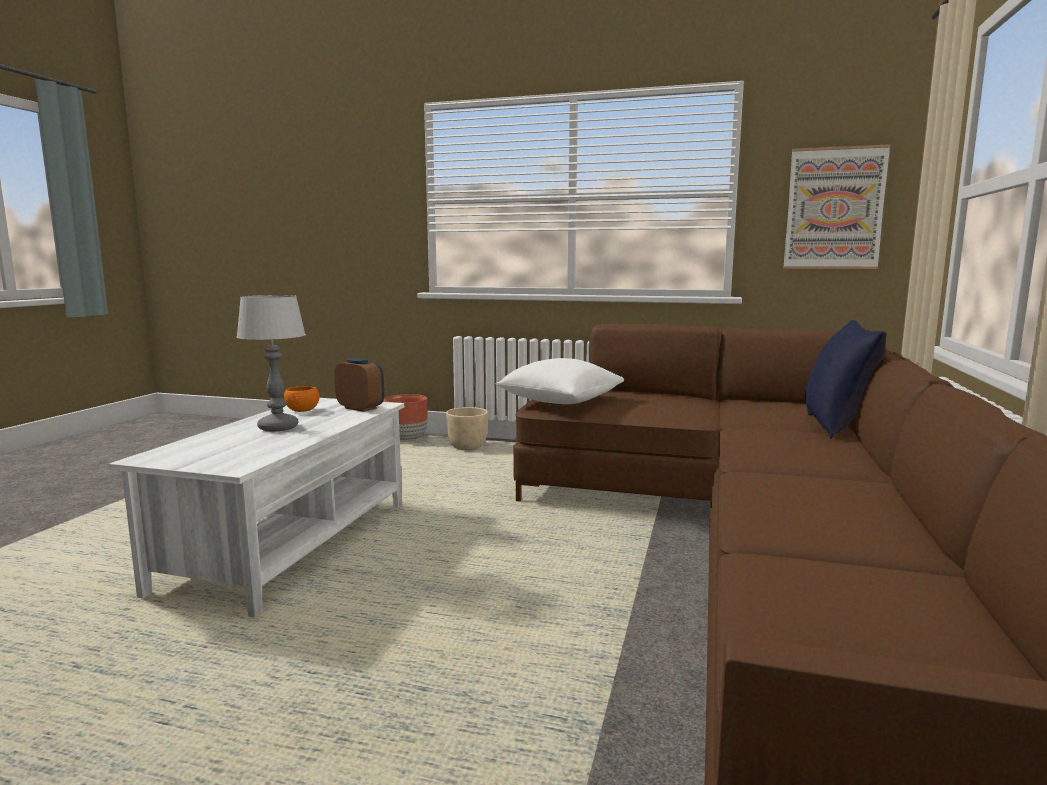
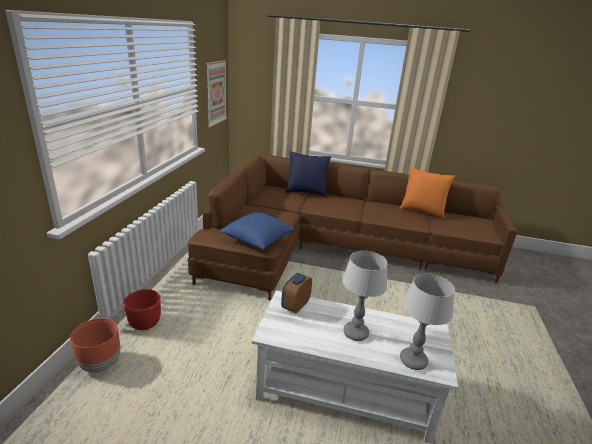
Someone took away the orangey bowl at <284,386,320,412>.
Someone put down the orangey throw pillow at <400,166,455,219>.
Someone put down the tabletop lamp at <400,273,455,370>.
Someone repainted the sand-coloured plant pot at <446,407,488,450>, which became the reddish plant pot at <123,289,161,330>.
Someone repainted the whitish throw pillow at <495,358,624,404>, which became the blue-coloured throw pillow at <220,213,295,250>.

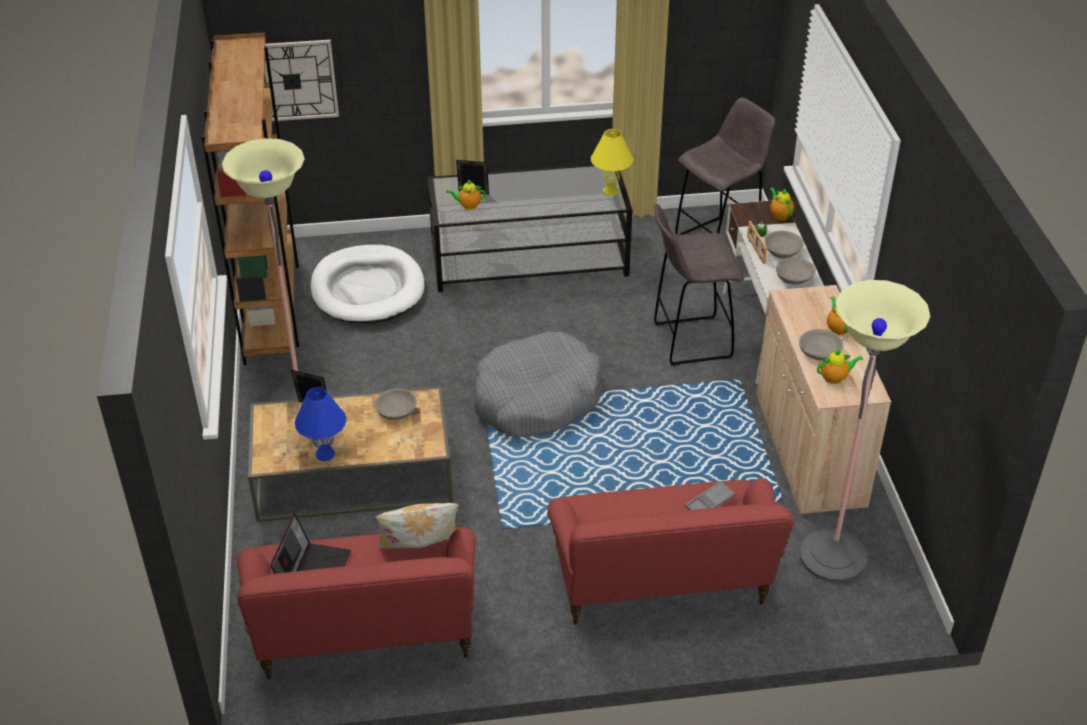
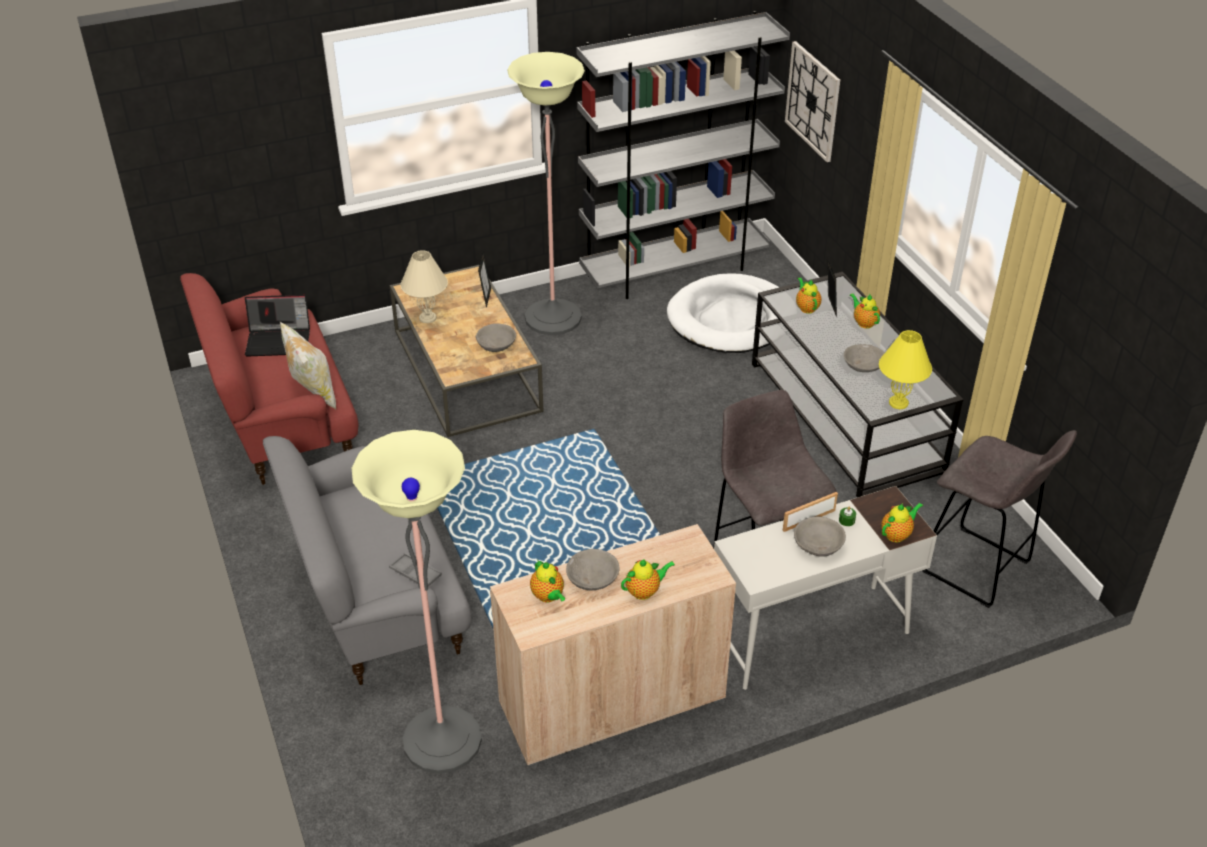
Someone took away the greyish dog bed at <475,332,603,437>.
Someone put down the pot for tea at <850,293,880,329>.
Someone carried the greyish bowl from <776,257,816,284> to <844,344,885,372>.
Someone repainted the brownish shelving unit at <201,33,299,365>, which became the greyish shelving unit at <576,11,790,299>.
Someone repainted the blue-coloured tabletop lamp at <295,387,346,461>, which became the sand-coloured tabletop lamp at <401,250,448,323>.
Someone repainted the reddish settee at <547,478,793,624>, which became the greyish settee at <263,436,471,685>.

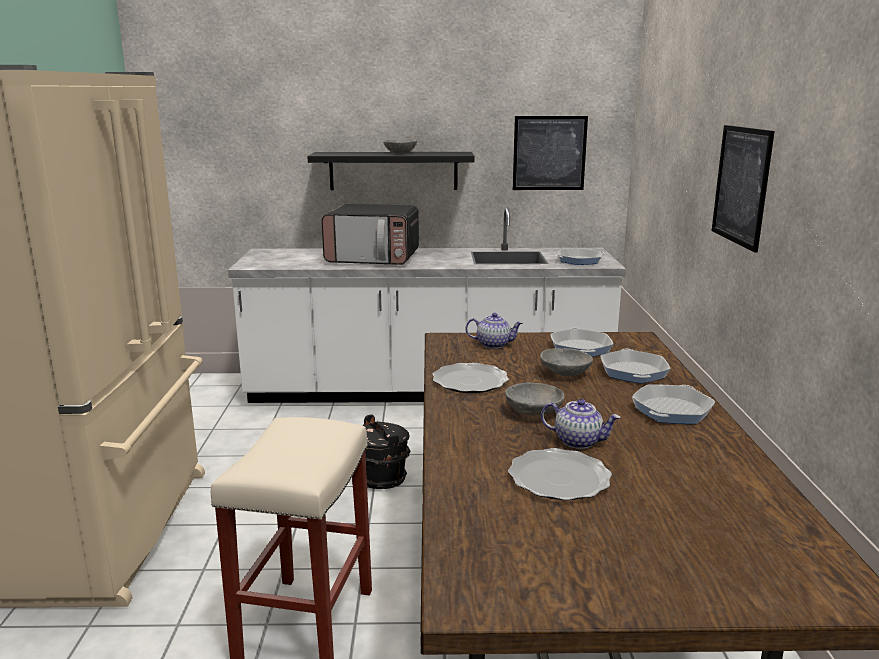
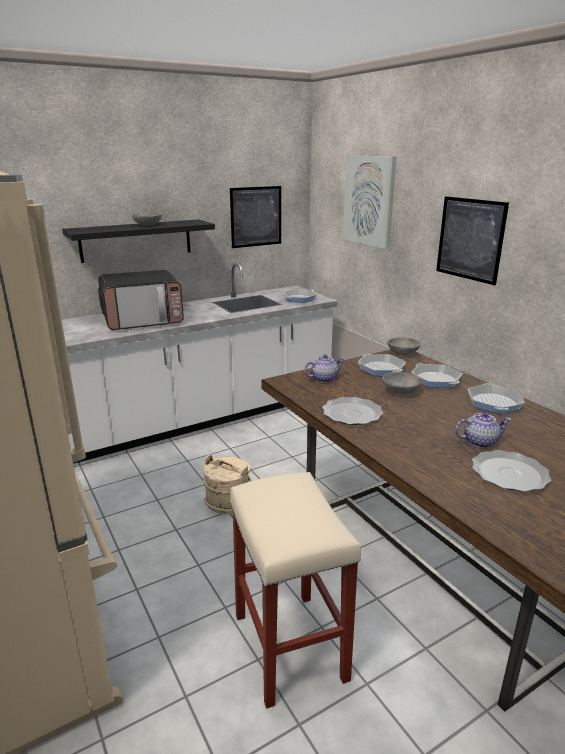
Someone put up the wall picture at <343,155,396,249>.
Someone carried the greyish bowl from <505,382,565,416> to <387,338,421,355>.
Someone repainted the black pail at <362,415,410,489>, which became the sand-coloured pail at <203,454,251,514>.

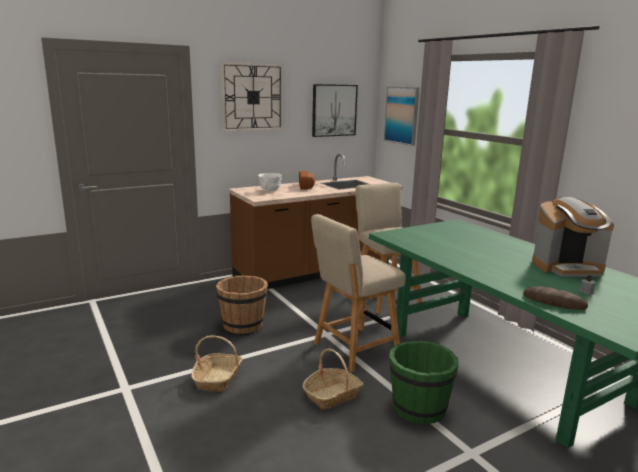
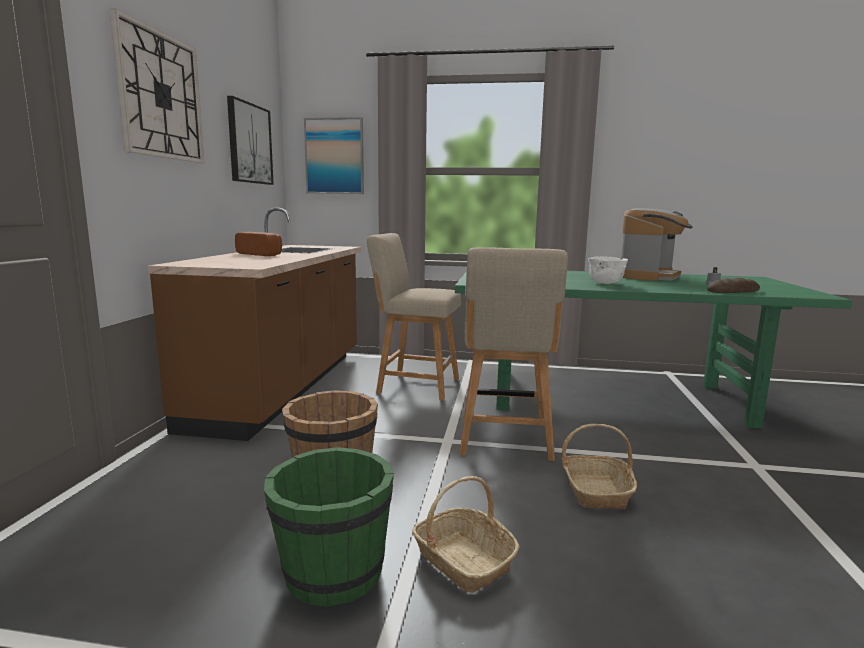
Someone carried the whitish bowl from <258,173,282,191> to <588,256,628,284>.
Someone carried the greenish pail from <389,341,459,424> to <264,447,394,607>.

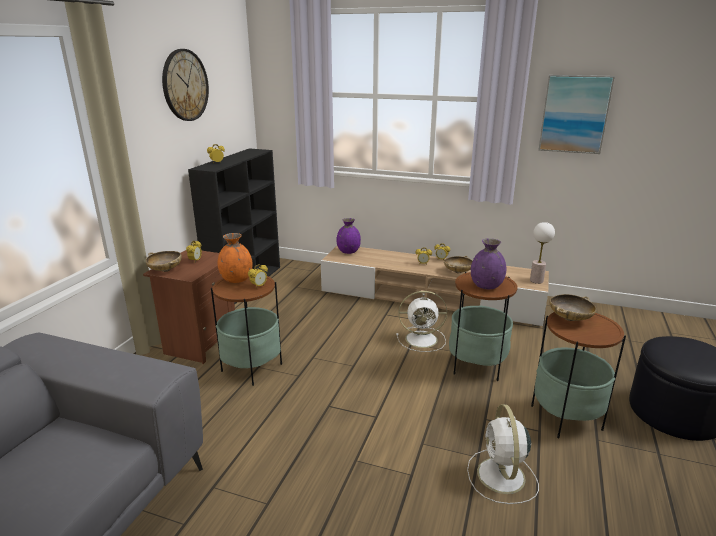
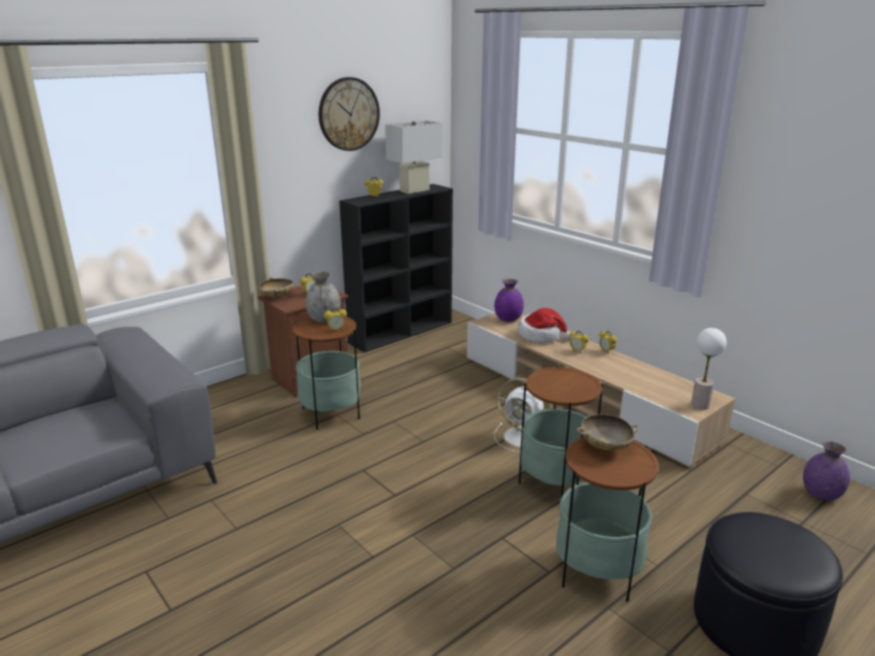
Someone took away the sand-coloured bowl at <444,256,472,273>.
Someone took away the whitish fan at <467,404,539,504>.
Someone took away the wall picture at <538,75,615,154>.
Someone put down the whitish tabletop lamp at <385,120,442,194>.
Someone put down the hat at <518,308,573,343>.
Someone carried the purple flower vase from <471,238,506,289> to <803,441,850,501>.
Someone repainted the orangey flower vase at <218,233,253,283>, which became the greyish flower vase at <305,271,341,322>.

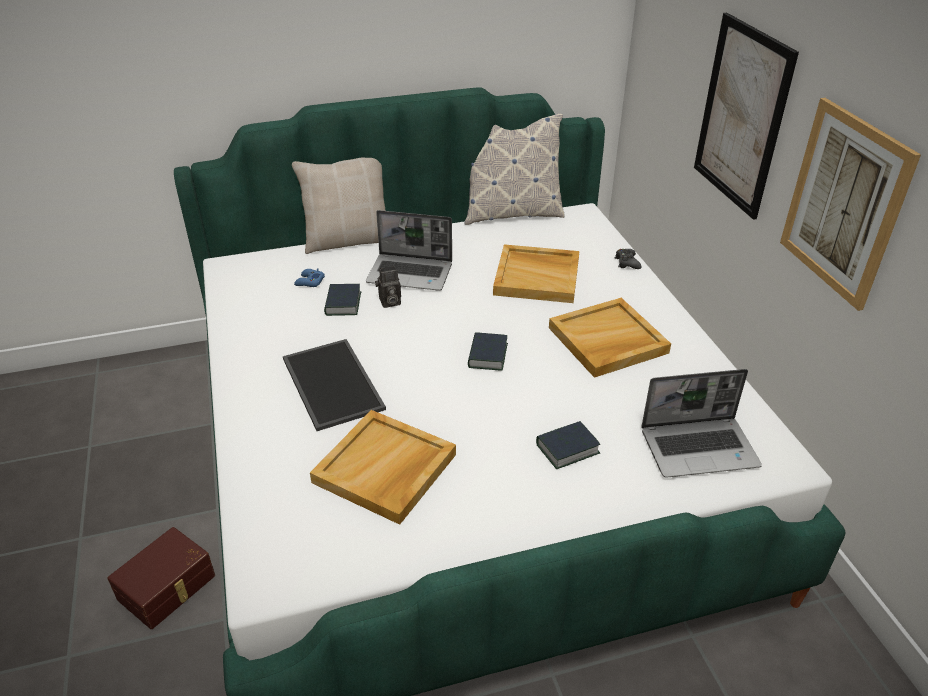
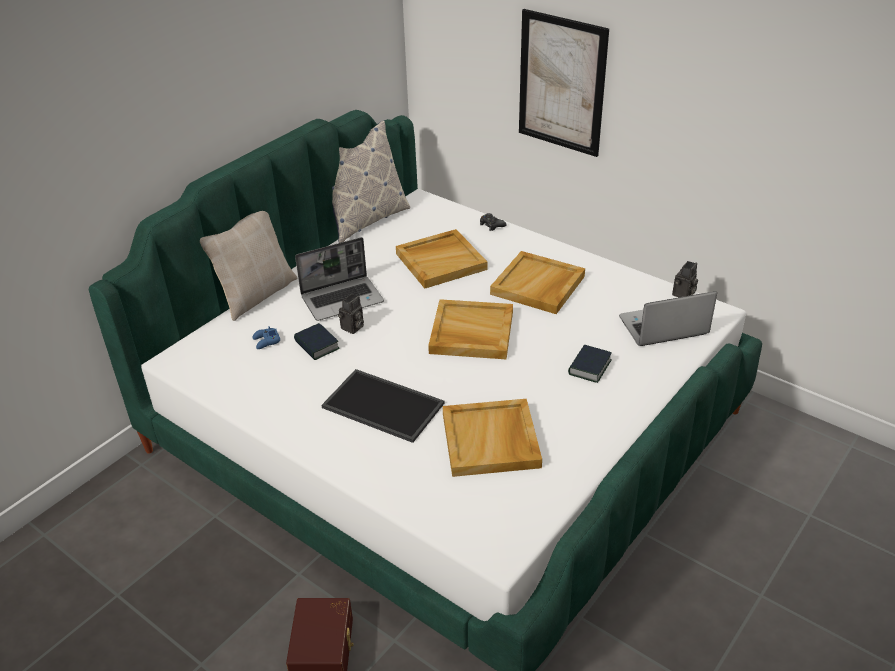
Someone took away the wall picture at <780,98,921,311>.
Someone put down the still camera at <672,261,698,297>.
Someone swapped the bound book at <468,332,508,371> for the sand-coloured serving tray at <428,299,513,359>.
Someone rotated the laptop at <641,369,762,478> by 150 degrees counterclockwise.

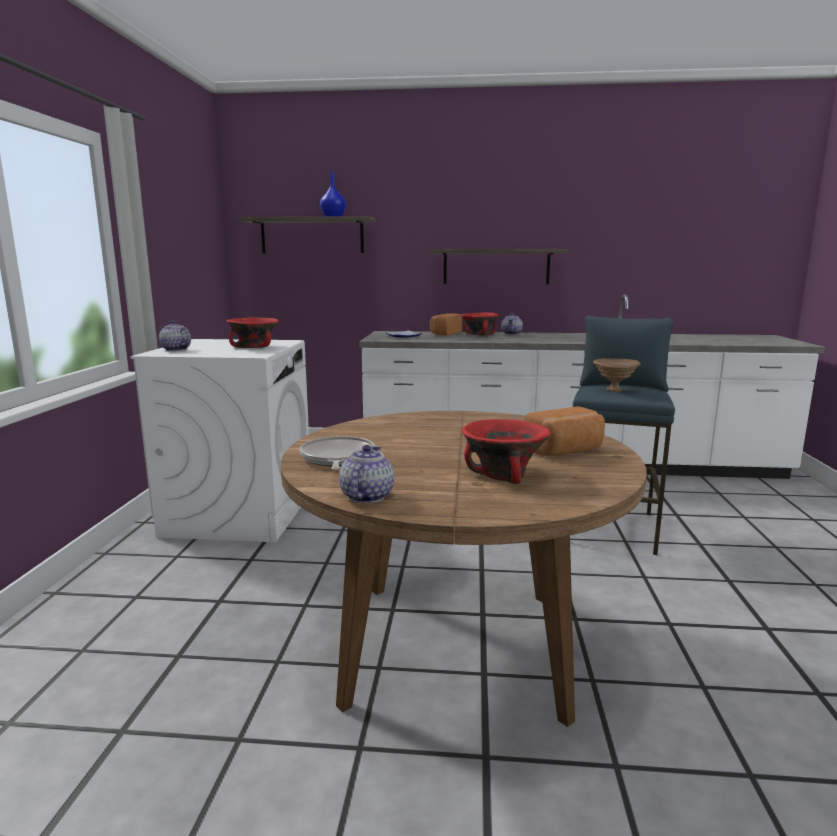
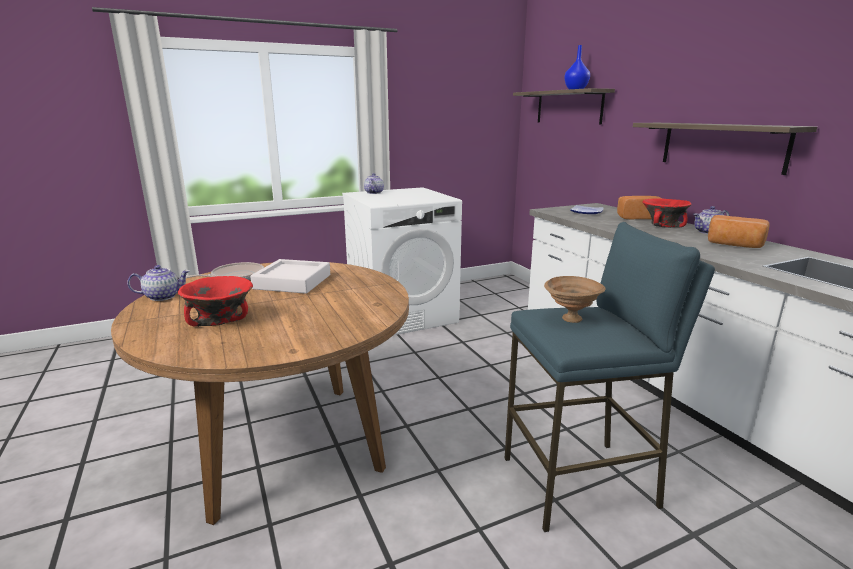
Someone took away the reddish bowl at <227,317,279,348>.
Someone put down the whitish serving tray at <250,259,330,294>.
Someone carried the bread from <523,406,605,456> to <708,215,769,248>.

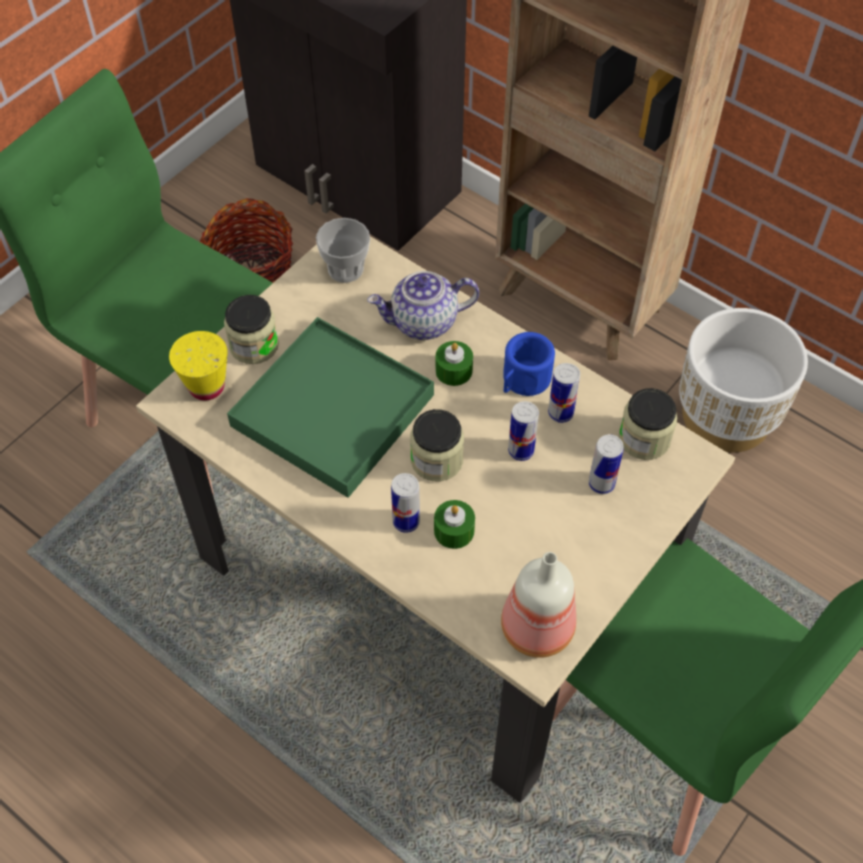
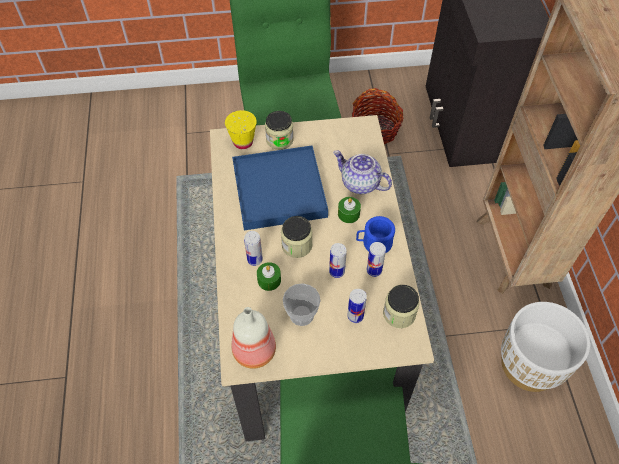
Someone carried the cup from <316,218,370,283> to <283,283,321,326>.
Someone repainted the greenish serving tray at <227,317,434,498>, which became the blue-coloured serving tray at <232,146,328,231>.

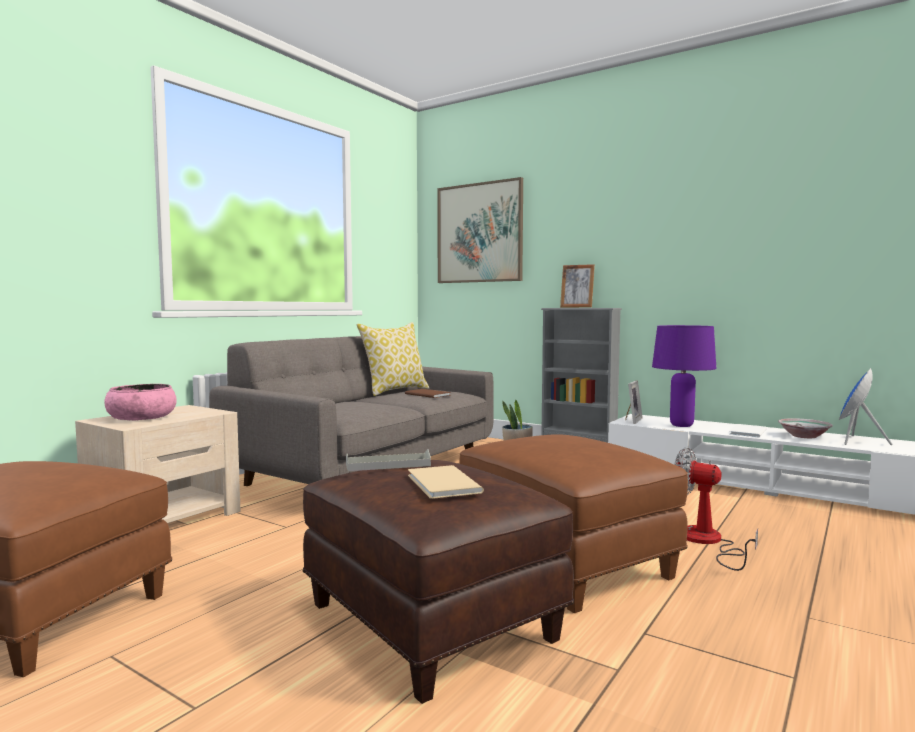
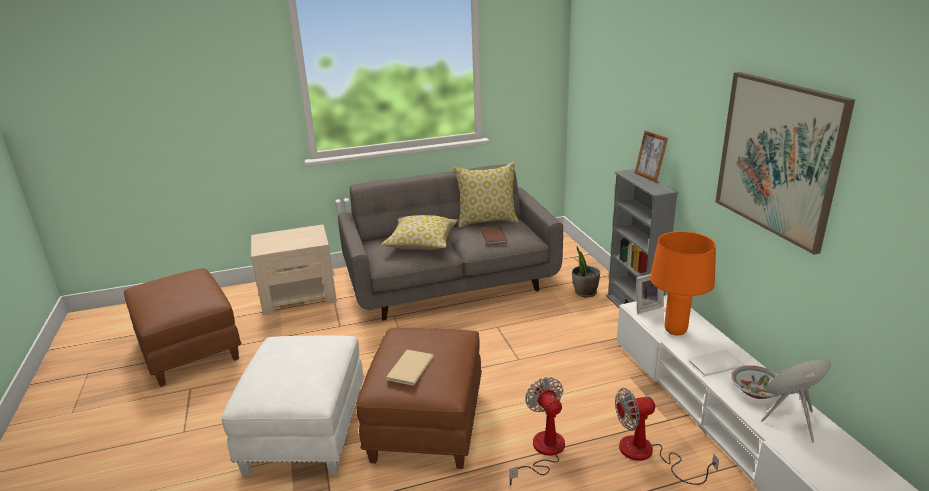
Someone took away the pinkish bowl at <104,384,177,421>.
Someone took away the greyish serving tray at <346,449,431,471>.
Someone put down the throw pillow at <381,215,458,250>.
Someone put down the fan at <615,388,719,485>.
Someone carried the sand-coloured bound book from <408,465,484,499> to <386,350,434,386>.
Someone carried the wall picture from <437,177,523,283> to <715,72,855,255>.
Someone repainted the brownish ottoman at <303,460,574,704>, which became the whitish ottoman at <221,335,364,475>.
Someone repainted the purple tabletop lamp at <652,325,717,427>, which became the orangey tabletop lamp at <650,231,716,335>.

